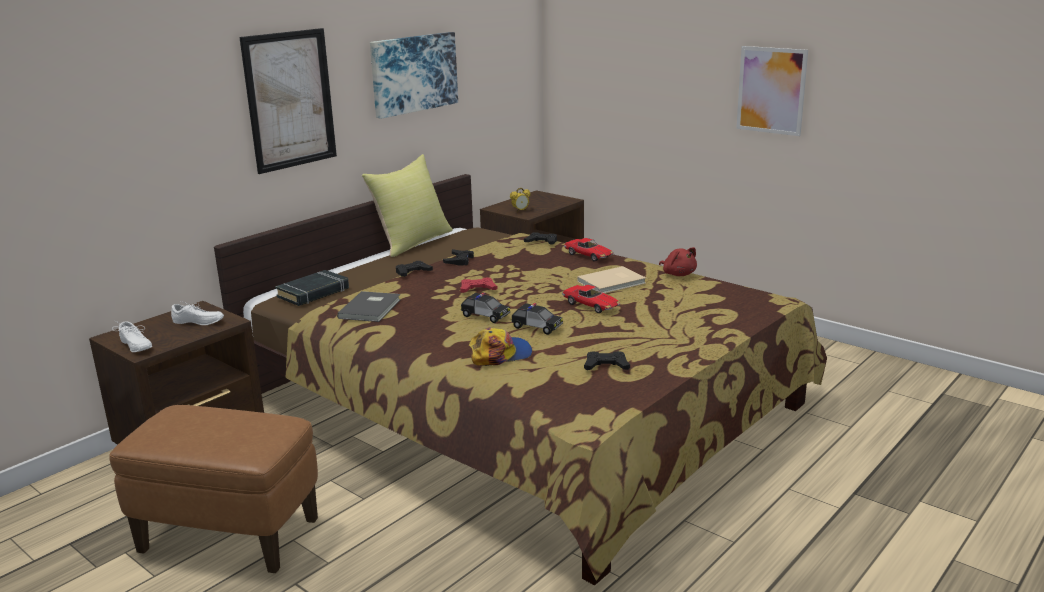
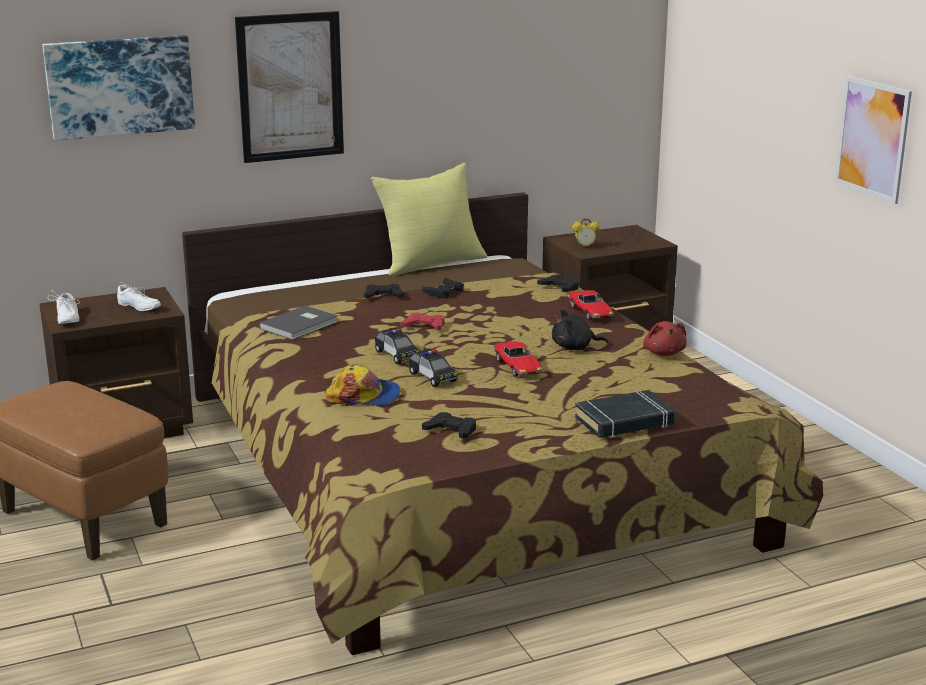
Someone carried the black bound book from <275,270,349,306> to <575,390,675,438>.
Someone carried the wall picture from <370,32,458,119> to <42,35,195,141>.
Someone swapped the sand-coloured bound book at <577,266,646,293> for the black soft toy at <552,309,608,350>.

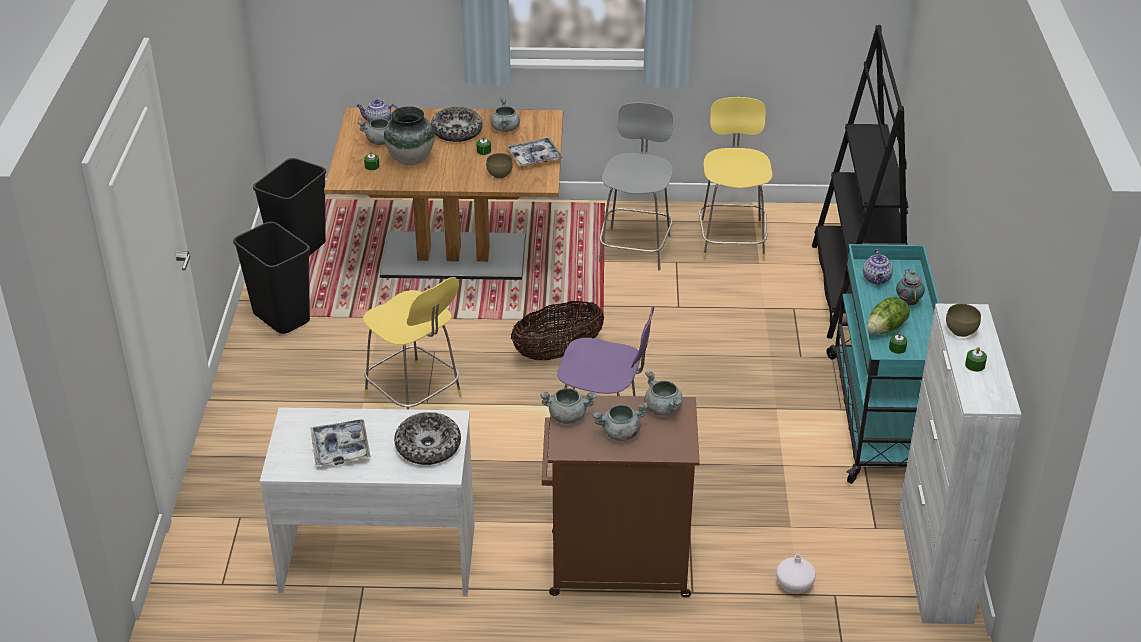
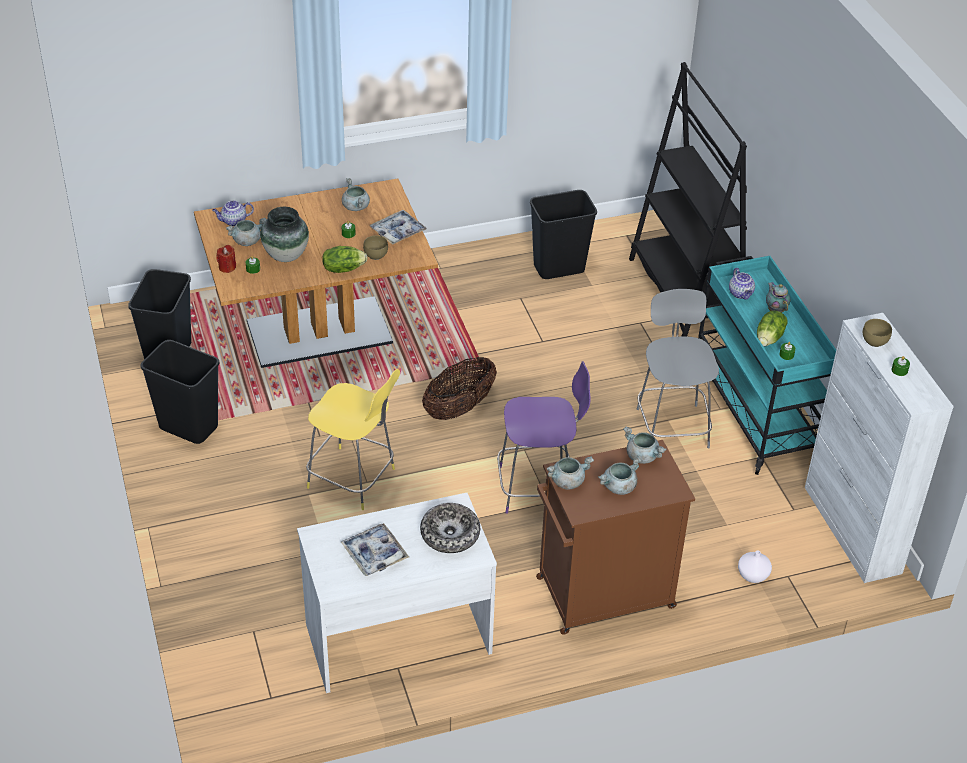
Someone took away the bowl at <431,107,483,142>.
Someone put down the reddish wax candle at <216,245,236,273>.
Someone put down the lettuce head at <322,246,368,273>.
Someone carried the greyish stool from <599,102,673,270> to <637,289,719,448>.
Someone swapped the yellow stool at <699,97,772,261> for the black trash can at <530,190,597,279>.

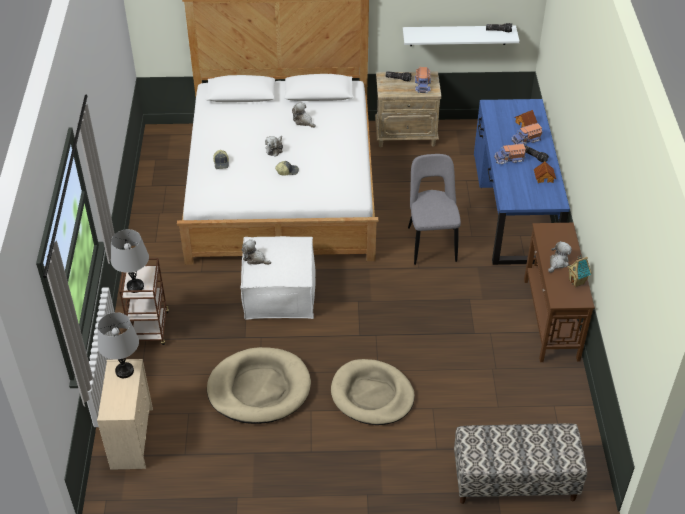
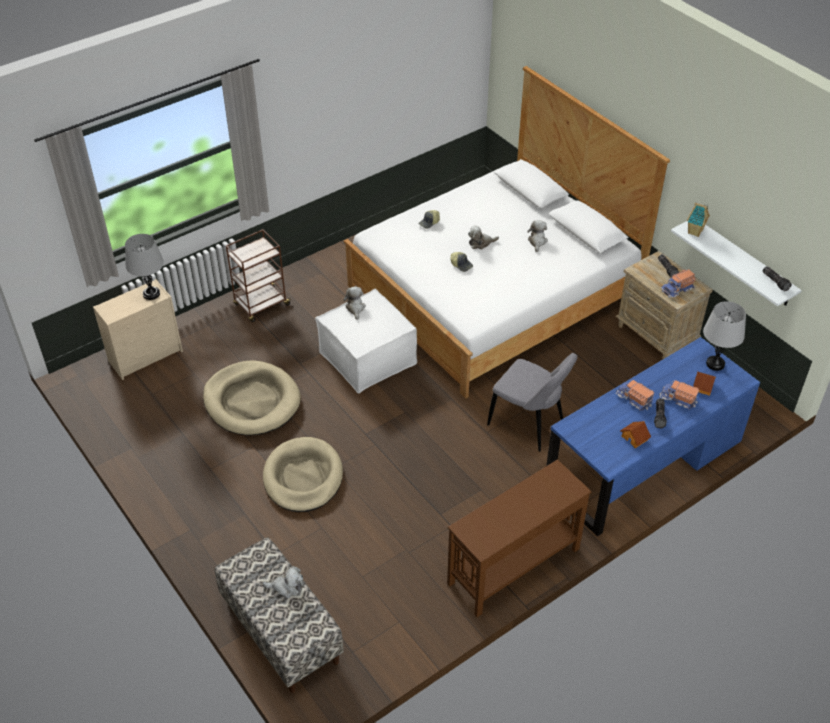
Someone carried the greyish tabletop lamp from <111,229,149,293> to <703,301,746,371>.
Someone carried the soft toy from <548,241,572,273> to <262,566,303,598>.
Someone carried the model house from <567,255,592,287> to <687,203,710,237>.
Someone rotated the greyish plain chair at <408,154,461,265> by 75 degrees clockwise.

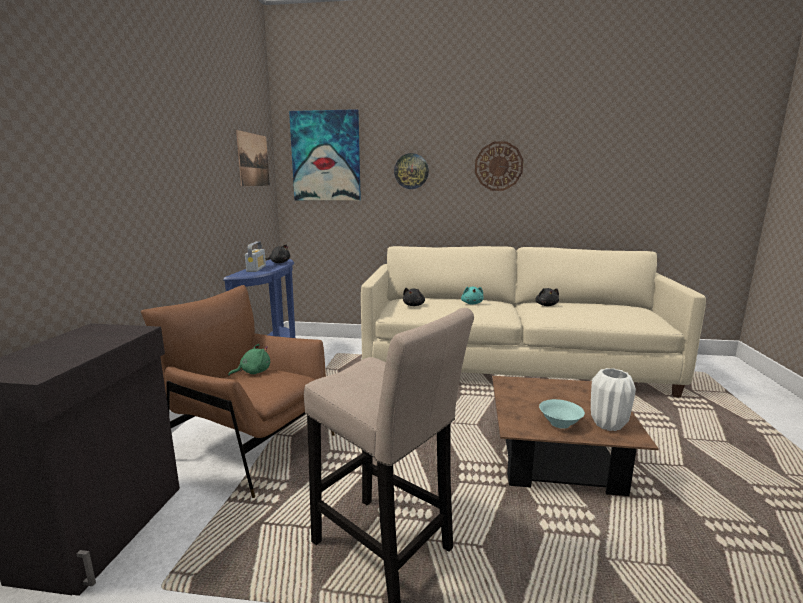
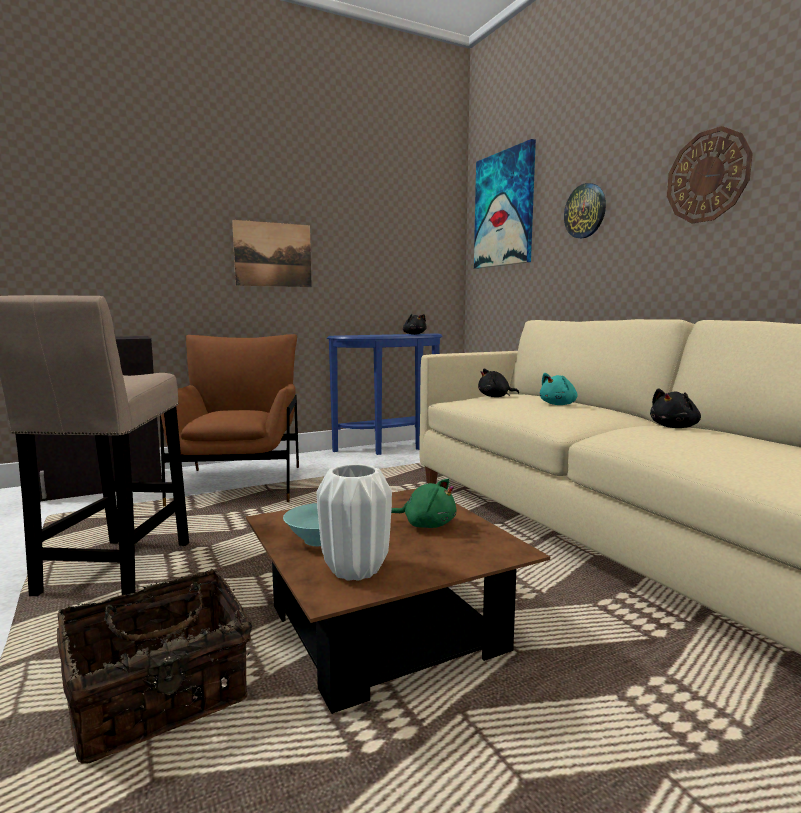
Someone took away the radio set at <245,242,266,272>.
Someone put down the storage basket at <57,569,252,764>.
Someone carried the greenish soft toy from <228,344,270,376> to <391,479,456,528>.
Someone carried the wall picture from <236,130,270,186> to <232,220,312,287>.

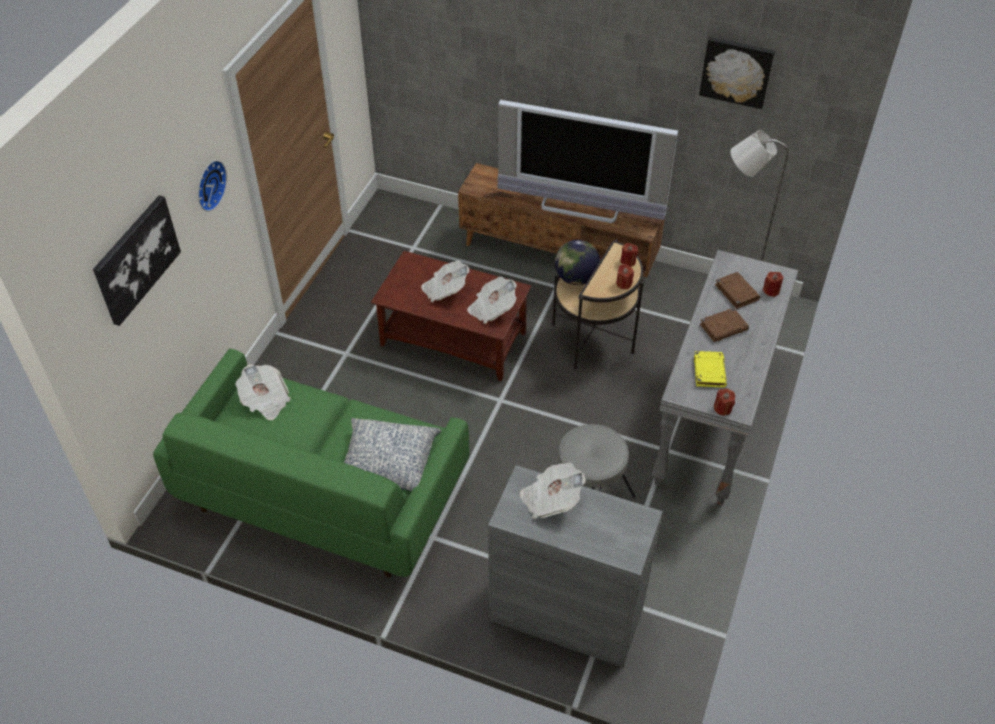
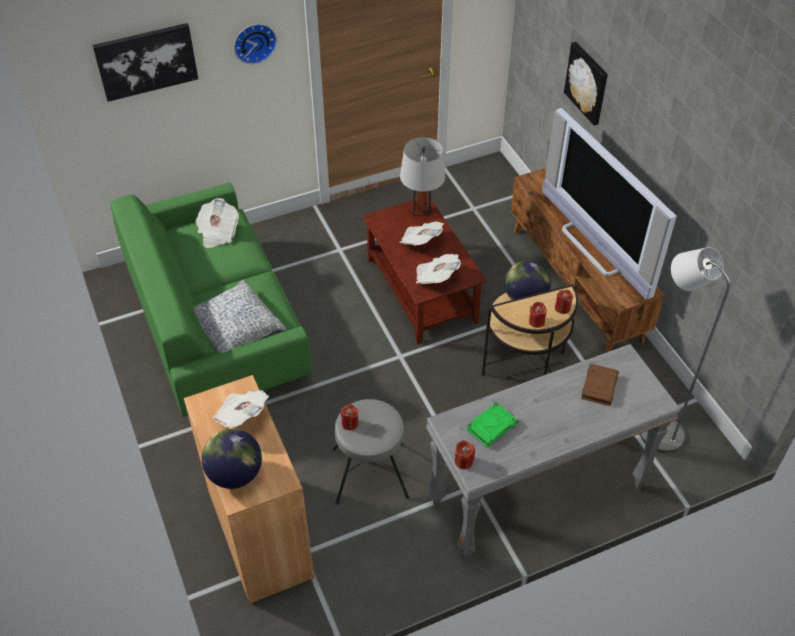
Someone took away the brownish bound book at <700,308,749,342>.
Someone put down the desk globe at <202,429,262,489>.
Someone put down the greyish tabletop lamp at <400,137,446,216>.
Someone carried the wall picture from <699,37,775,109> to <564,42,608,126>.
Someone carried the reddish wax candle from <763,272,784,297> to <341,404,359,430>.
Someone repainted the greyish cabinet at <488,465,663,667>, which became the brownish cabinet at <184,375,315,603>.
Someone repainted the yellow bound book at <694,351,727,388>, which became the greenish bound book at <466,402,518,447>.

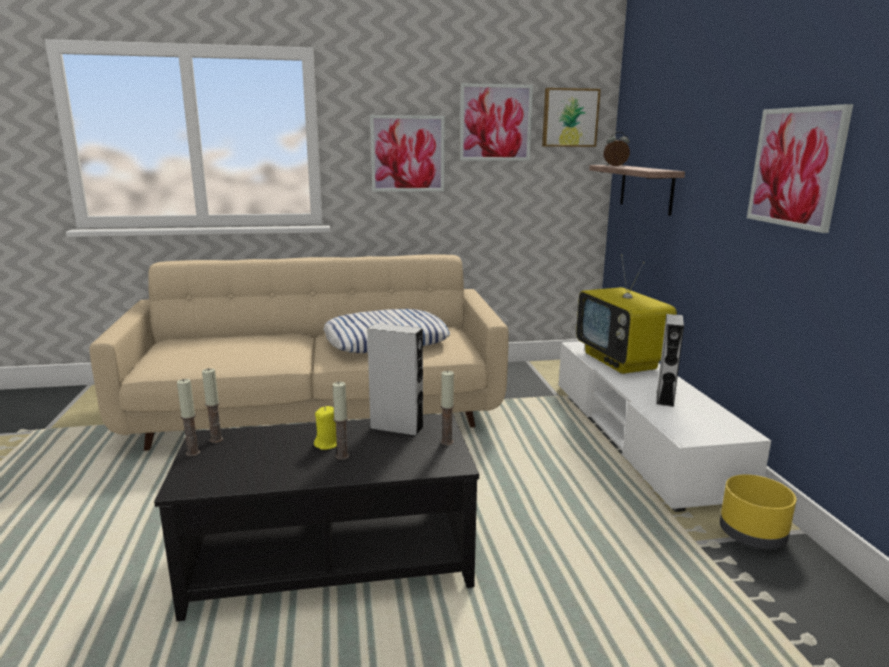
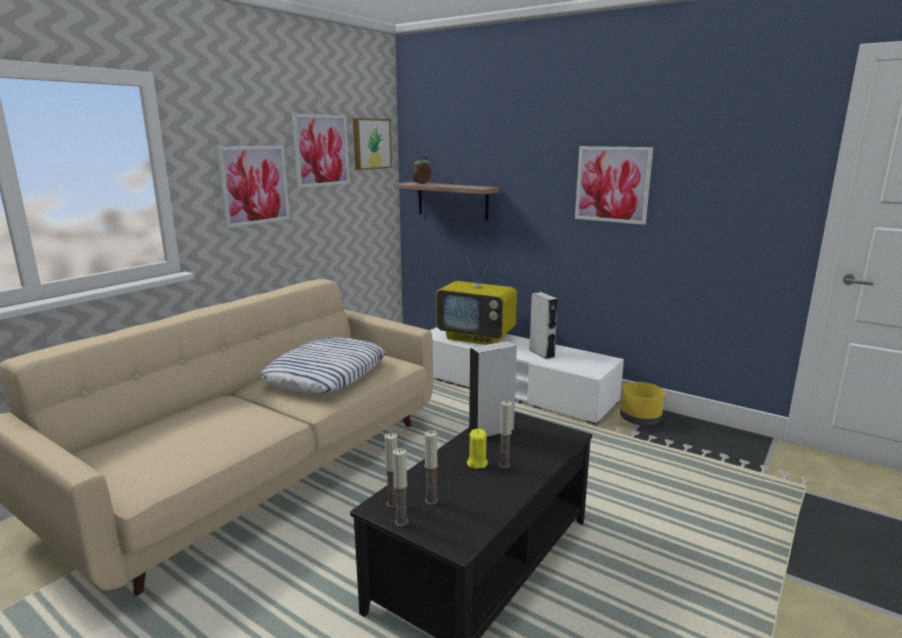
Someone carried the wax candle from <441,370,454,445> to <424,431,438,505>.

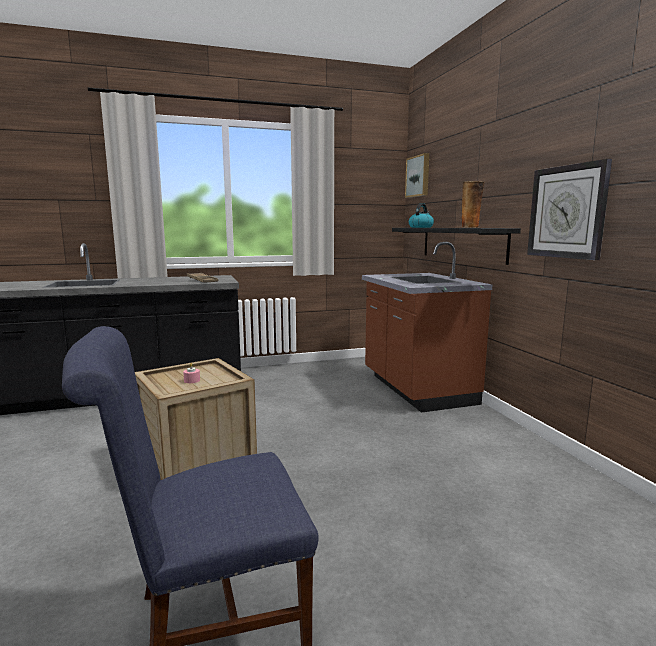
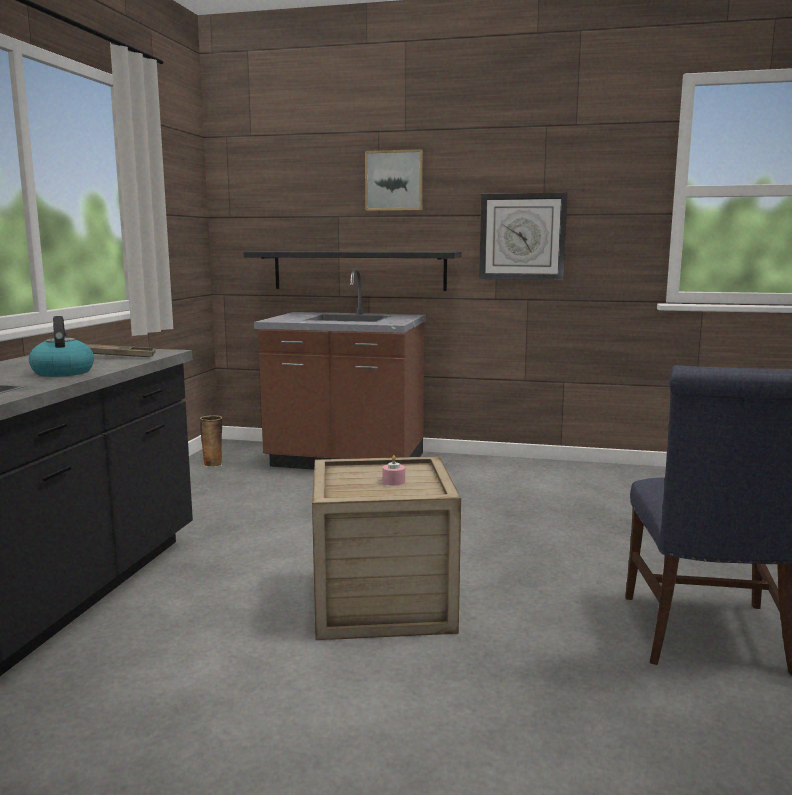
Someone carried the wall picture from <405,153,429,198> to <365,149,423,211>.
Someone carried the kettle from <409,203,434,228> to <29,316,94,377>.
Someone carried the flower vase from <462,181,485,228> to <200,415,222,467>.

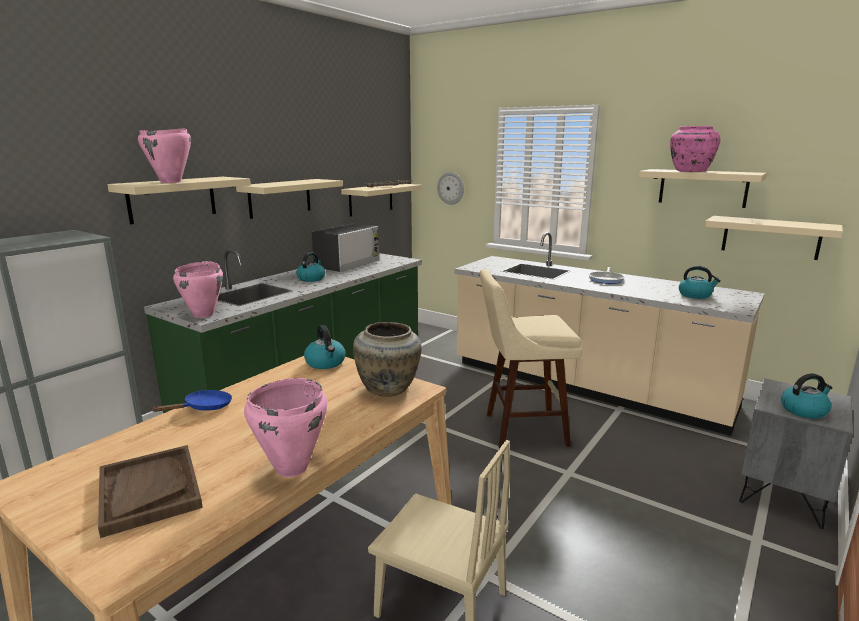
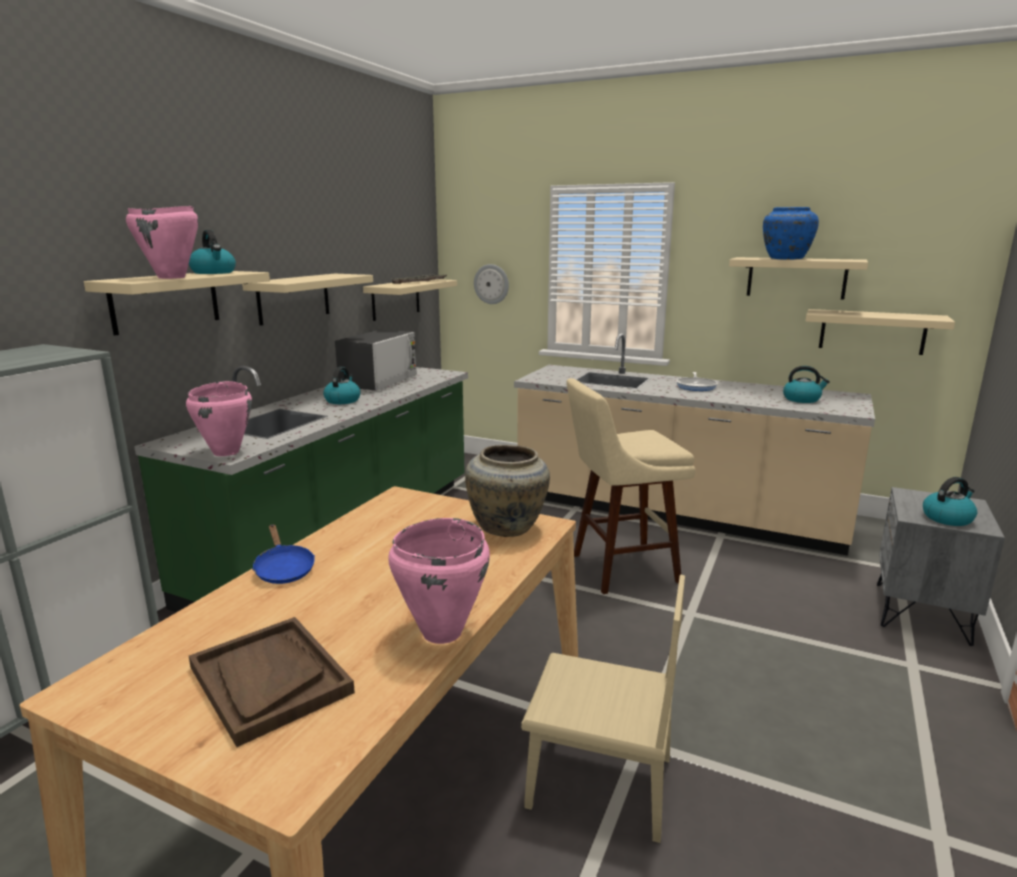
Someone carried the kettle from <304,325,346,369> to <189,230,236,274>.
Someone repainted the pinkish flower vase at <670,126,720,172>, which became the blue-coloured flower vase at <763,207,819,260>.
Someone rotated the blue-coloured frying pan at <151,390,232,412> by 120 degrees clockwise.

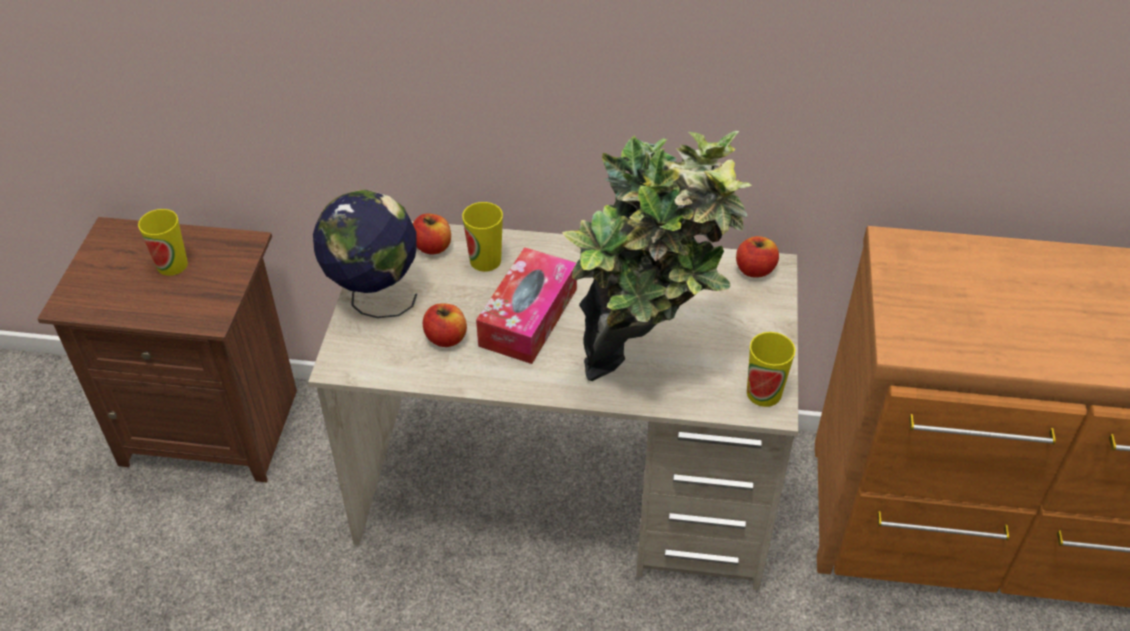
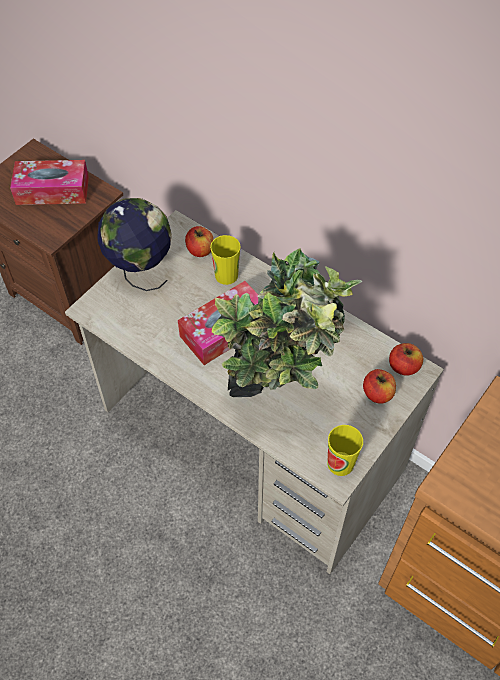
Someone carried the apple from <423,303,467,347> to <363,369,396,403>.
Someone swapped the cup at <138,209,188,276> for the tissue box at <10,160,89,205>.

